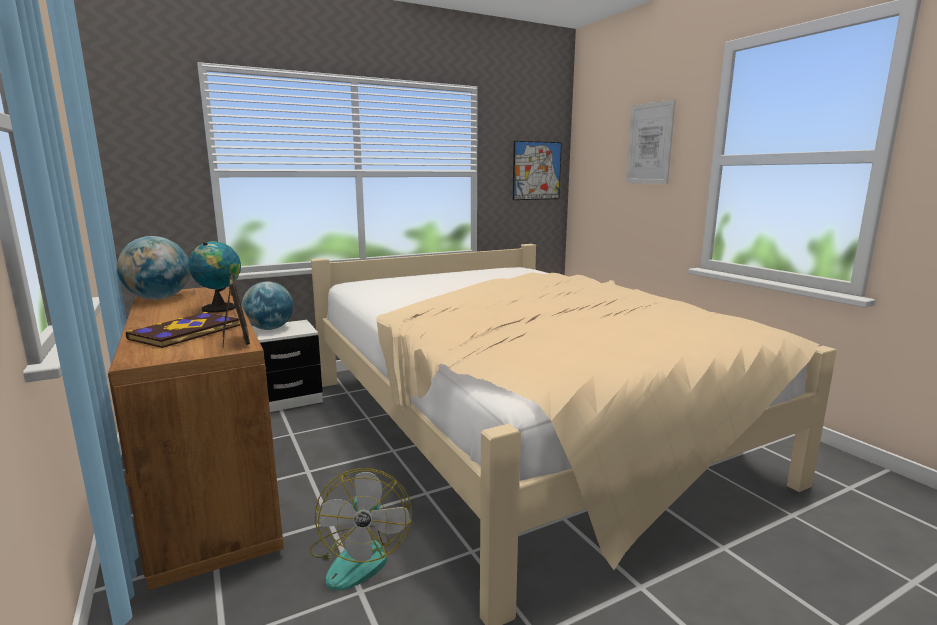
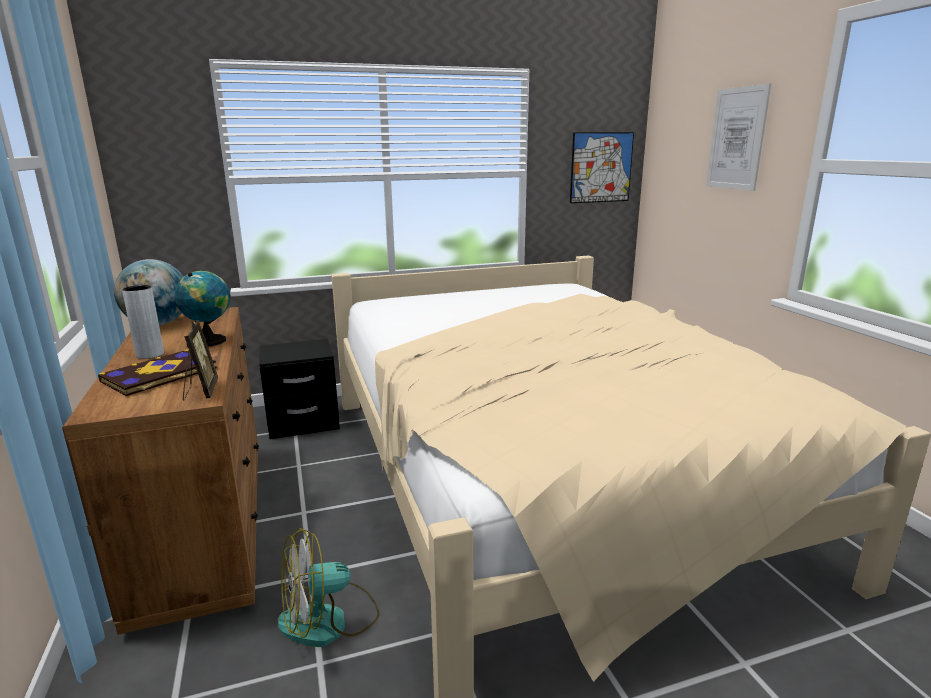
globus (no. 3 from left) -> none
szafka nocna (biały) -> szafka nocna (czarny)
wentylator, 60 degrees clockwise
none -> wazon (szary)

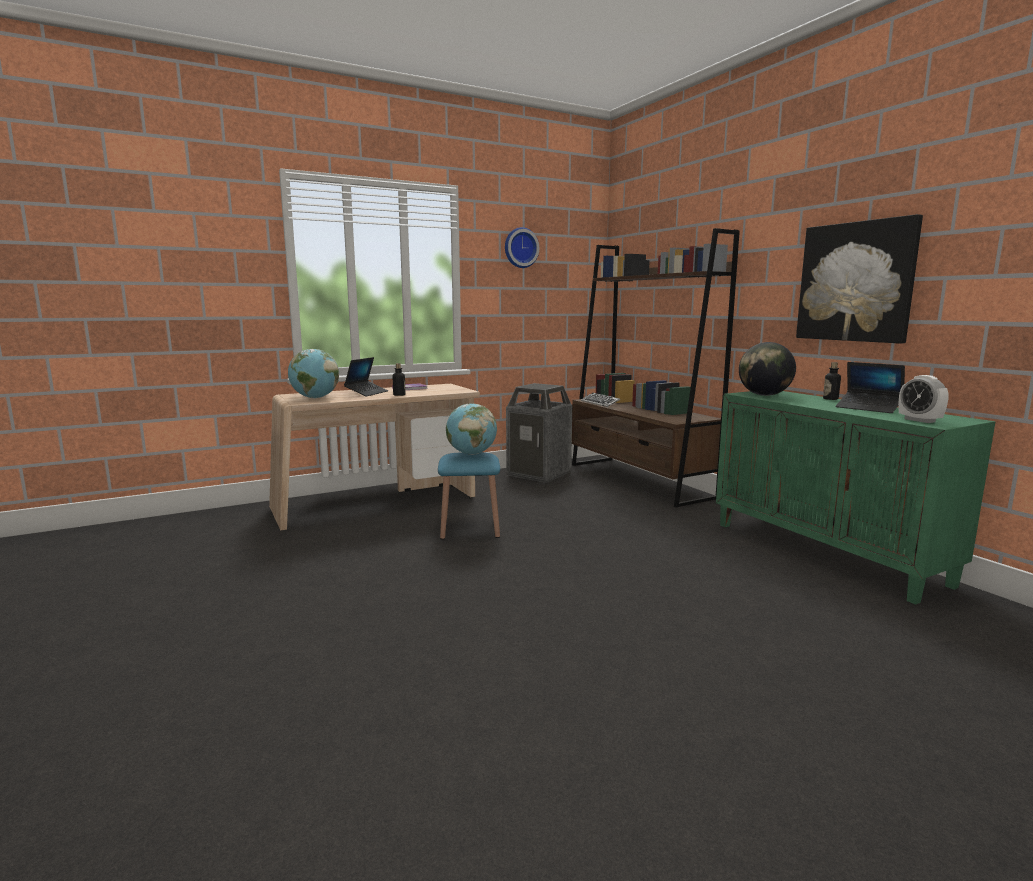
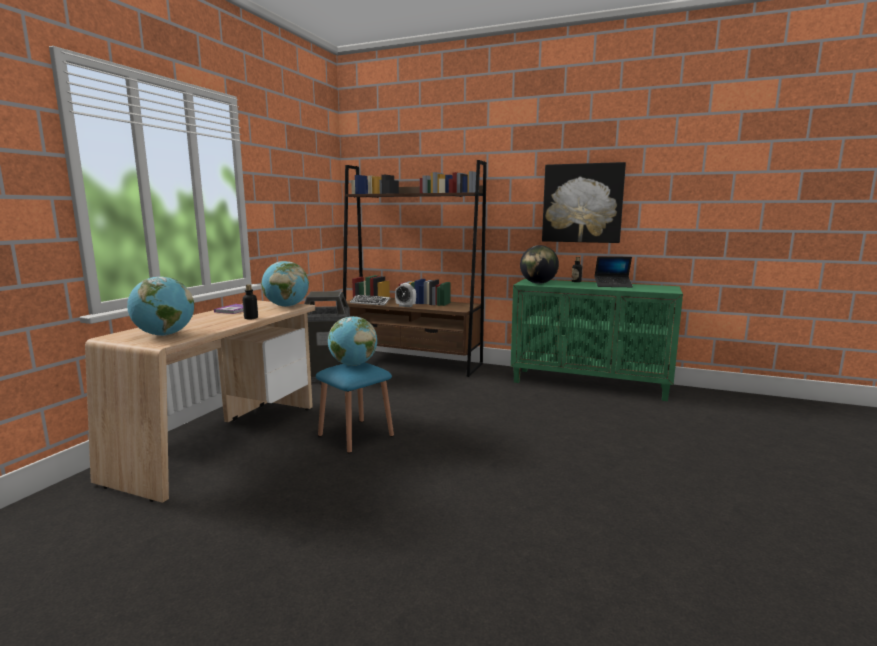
zegar ścienny -> none
laptop (no. 1 from left) -> none
budzik, relocated
none -> globus (no. 2 from left)

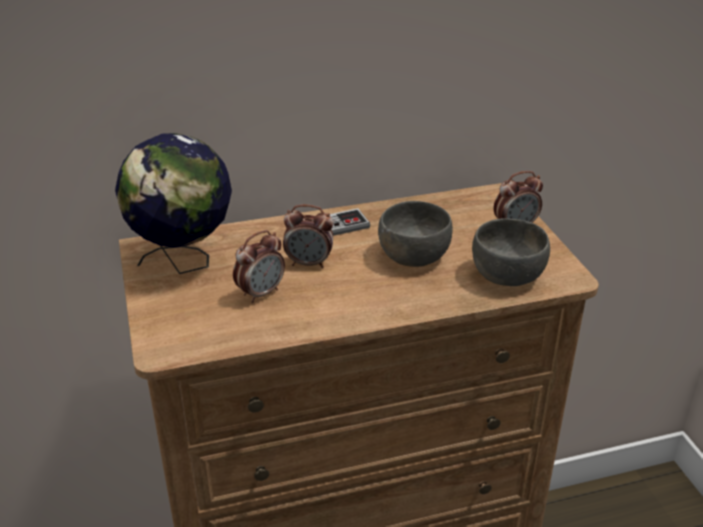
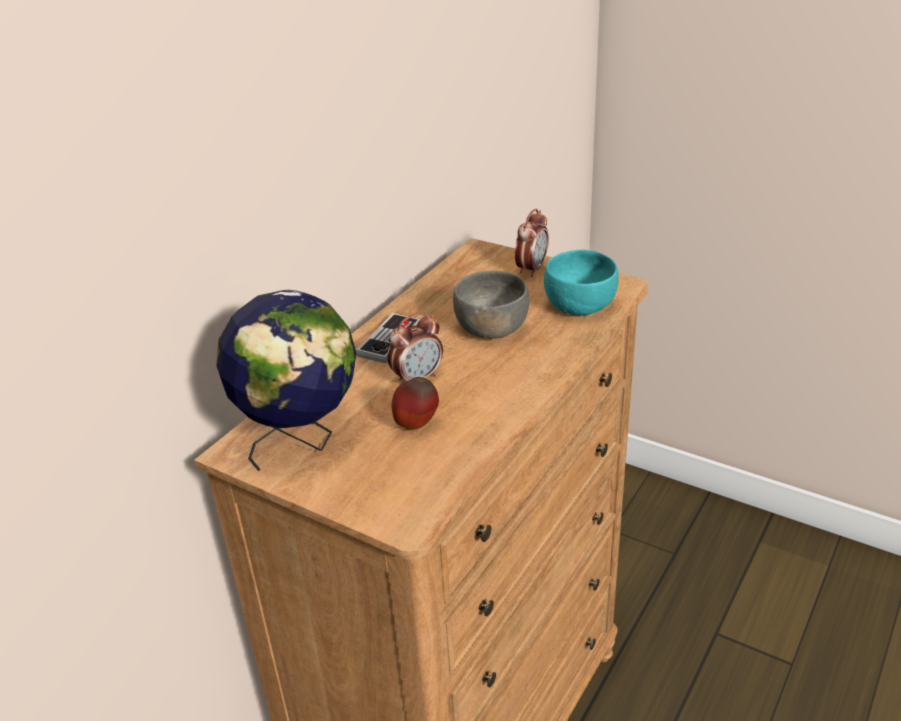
miska (szary) (no. 2 from left) -> miska (turkusowy)
budzik (no. 1 from left) -> jabłko

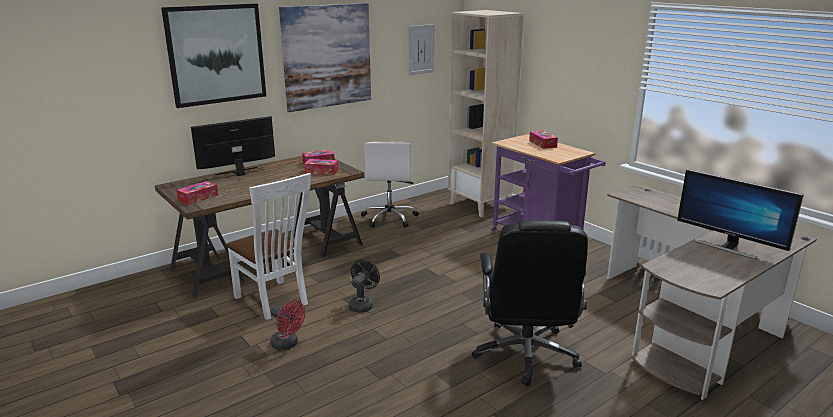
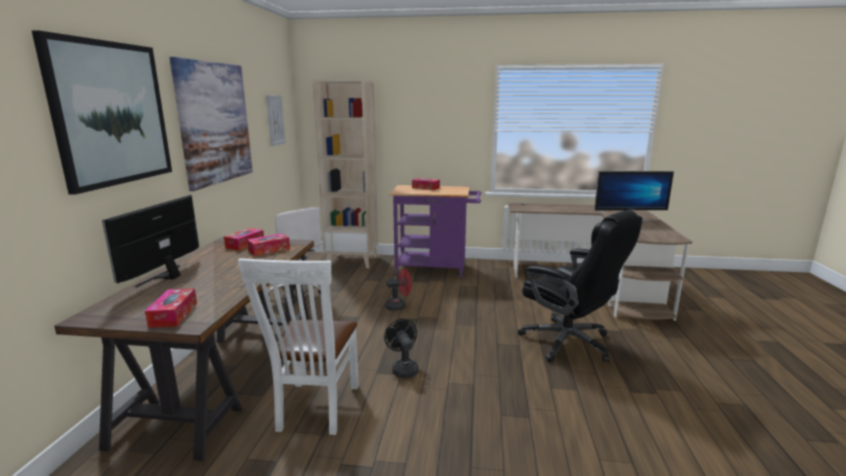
krzesło (biały), 90 degrees clockwise
wentylator (czerwony), relocated

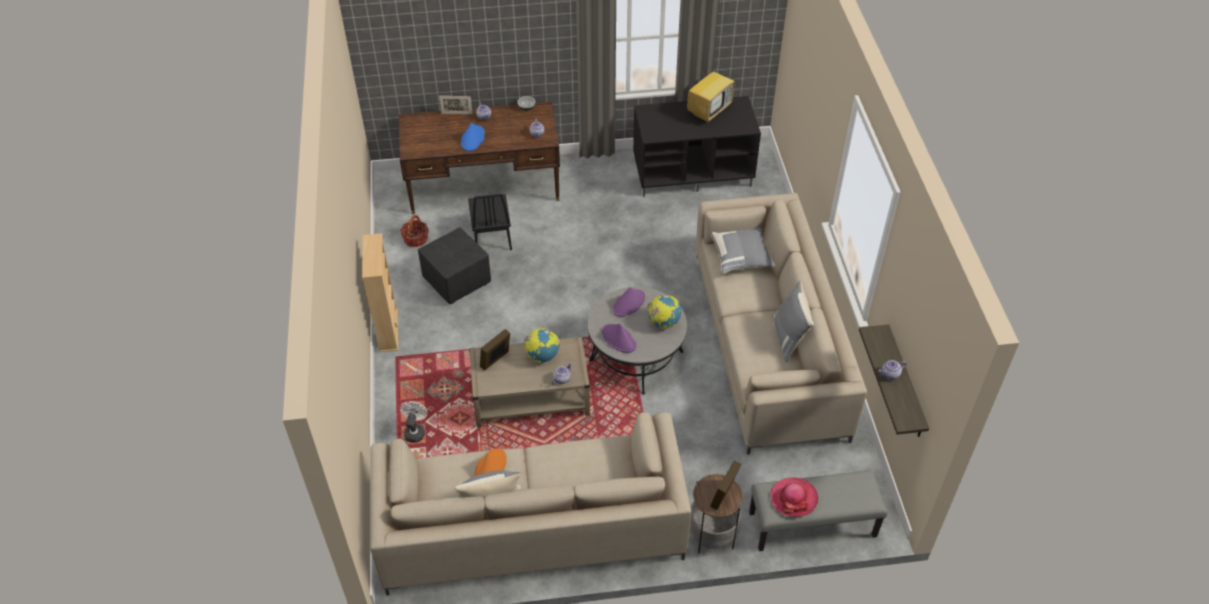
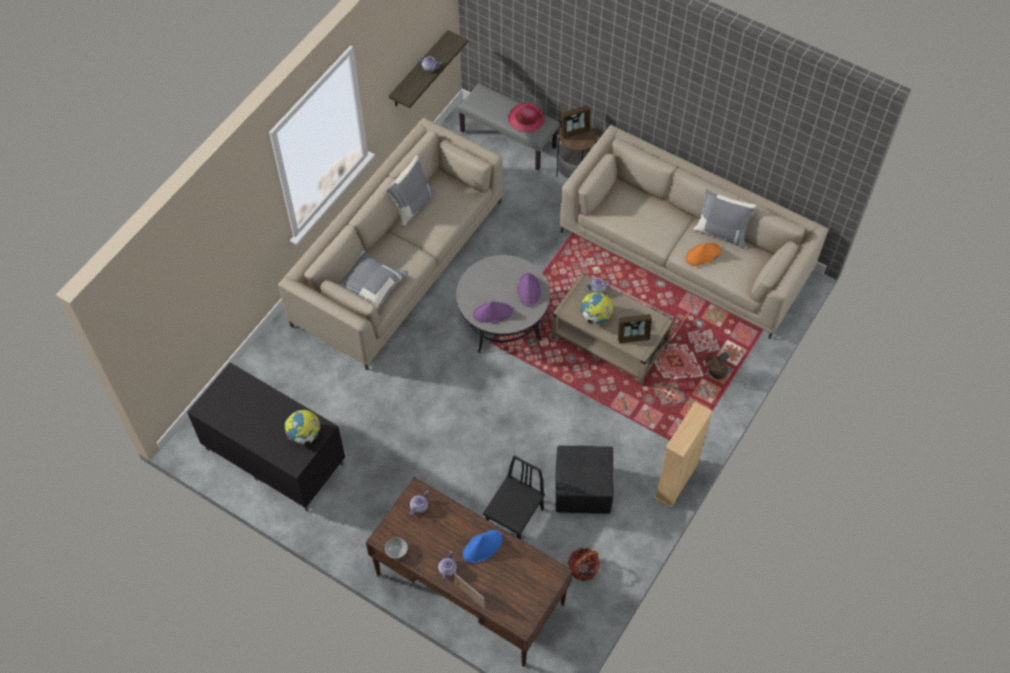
telewizor -> none
globus (no. 2 from left in the first image) -> globus (no. 1 from left), relocated
wentylator (biały) -> wentylator (brązowy)

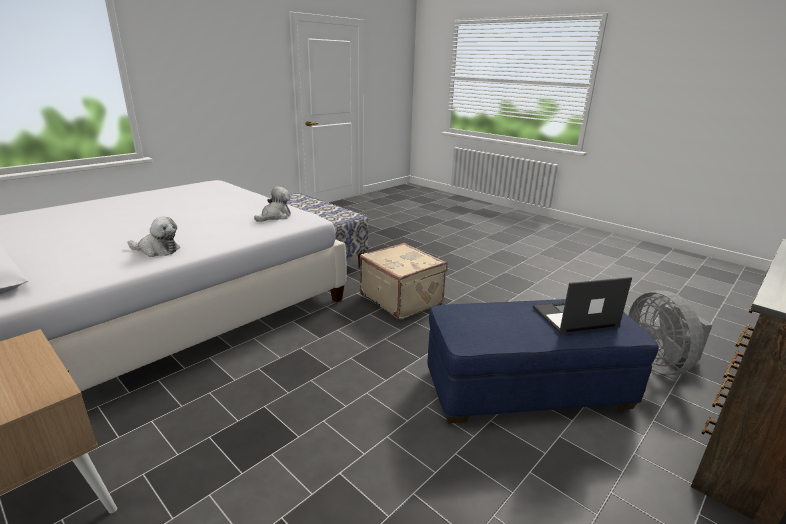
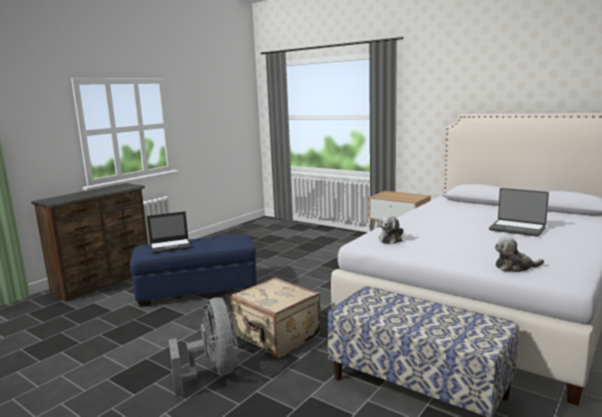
pluszak (no. 1 from left in the first image) -> pluszak (no. 2 from left), relocated
wentylator (szary), relocated
none -> laptop (no. 2 from left)

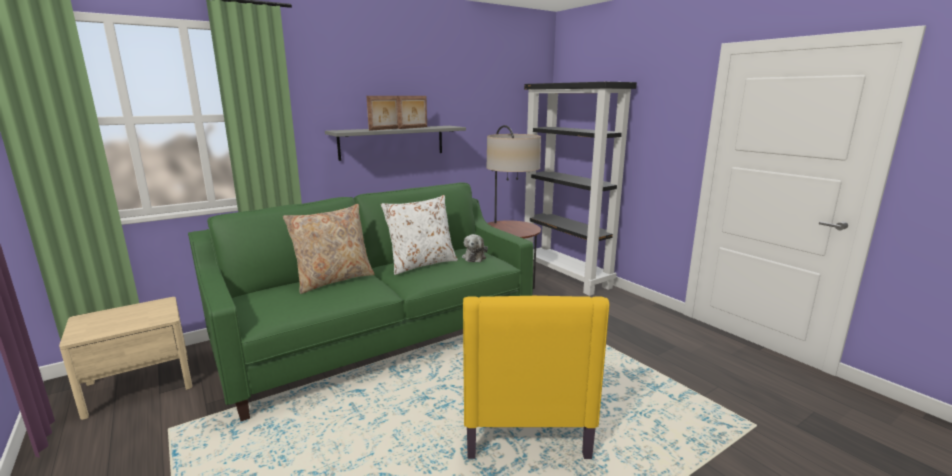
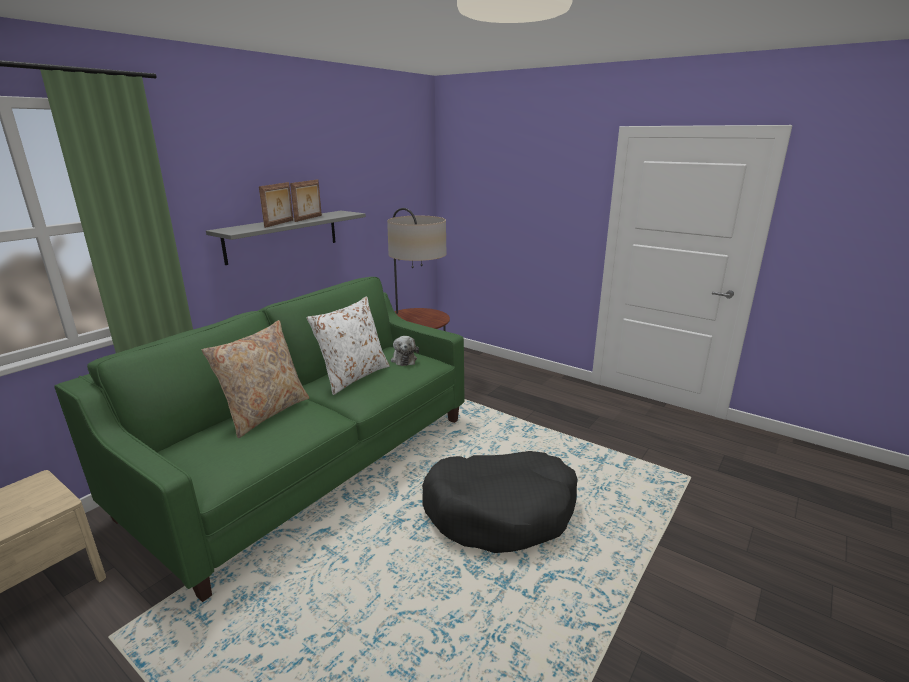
regał (czarny) -> none
fotel (żółty) -> legowisko (czarny)

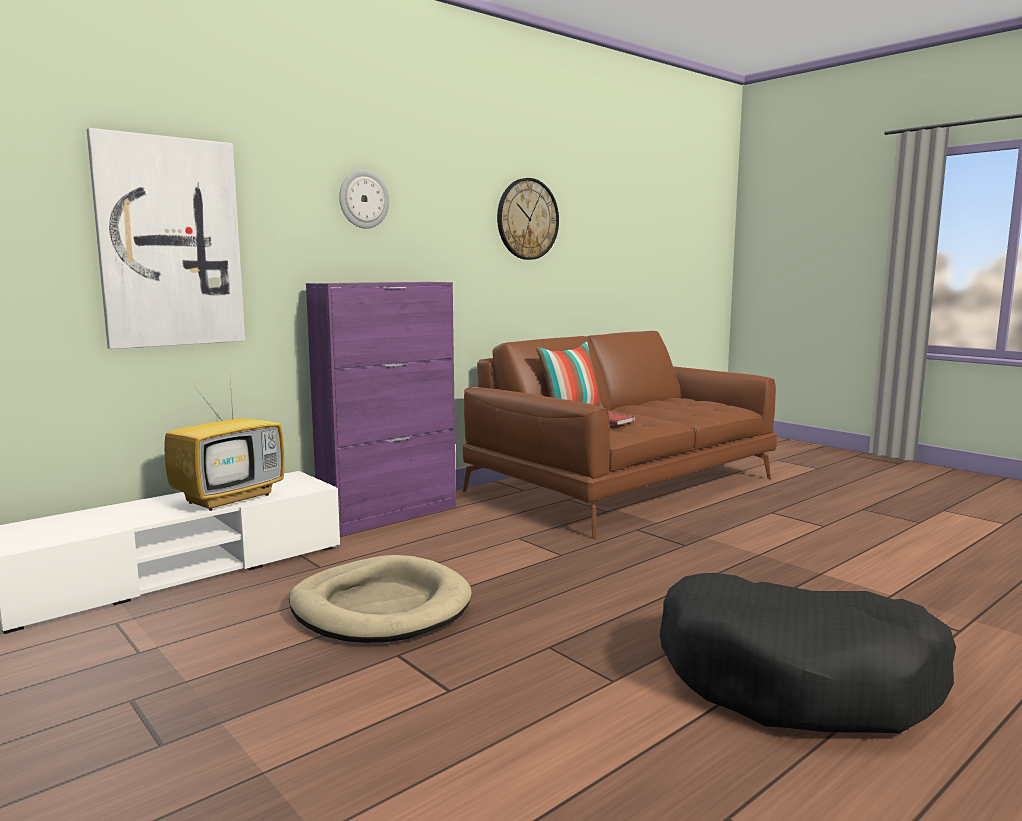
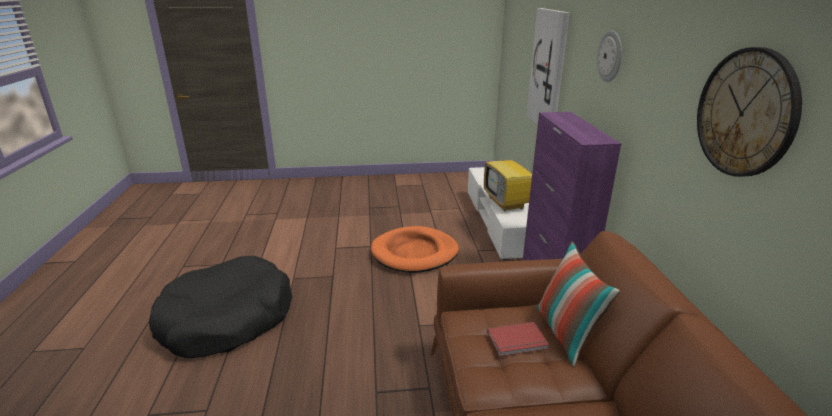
legowisko (beżowy) -> legowisko (pomarańczowy)

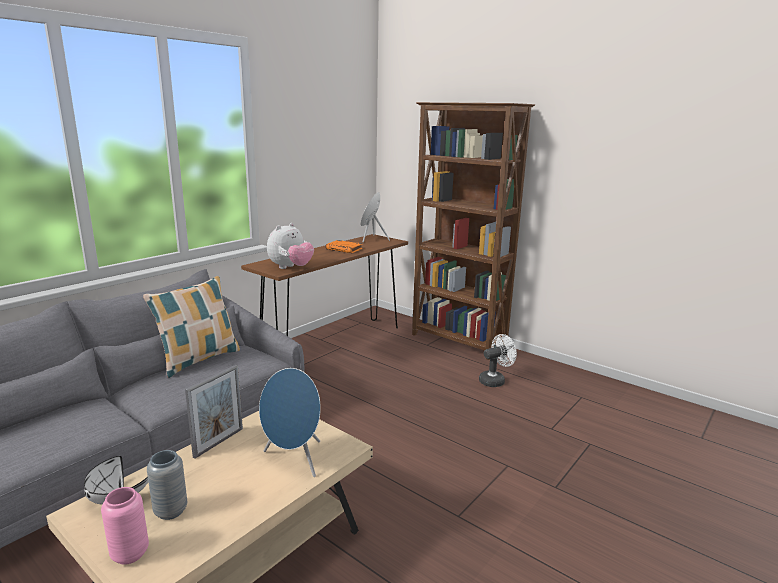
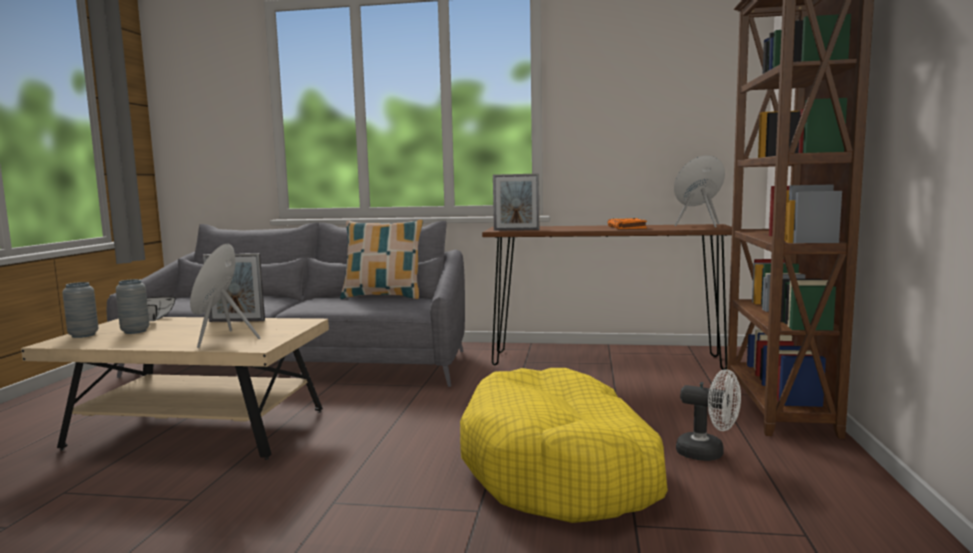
pluszak -> ramka na zdjęcie (no. 2 from left)
wazon (różowy) -> wazon (szary) (no. 1 from left)
none -> legowisko (żółty)

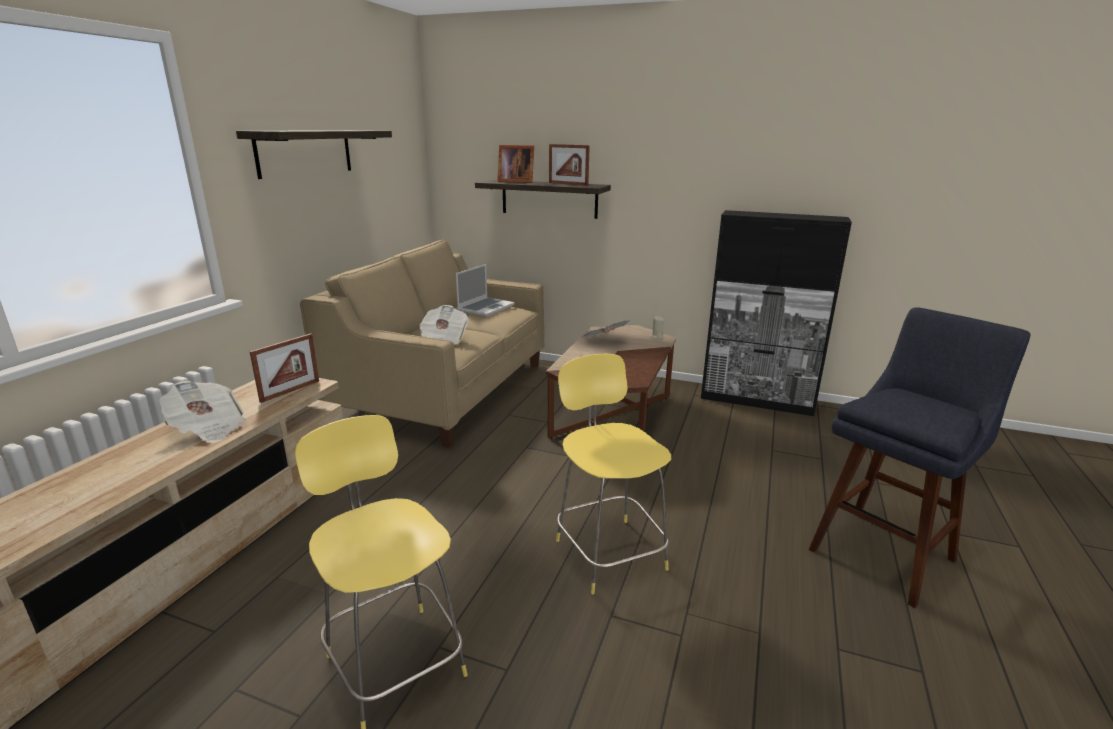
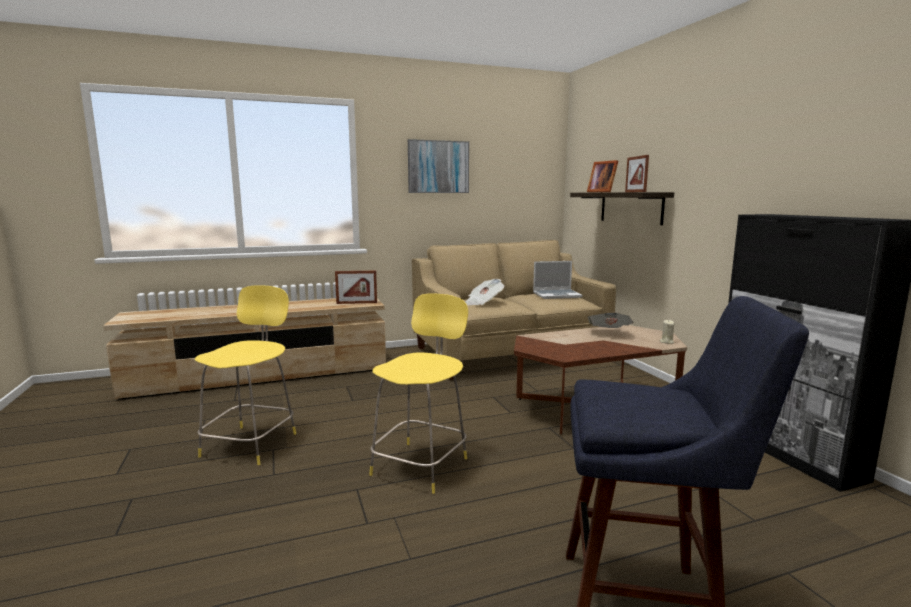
półka (no. 1 from left) -> obraz
gazeta (no. 1 from left) -> none

